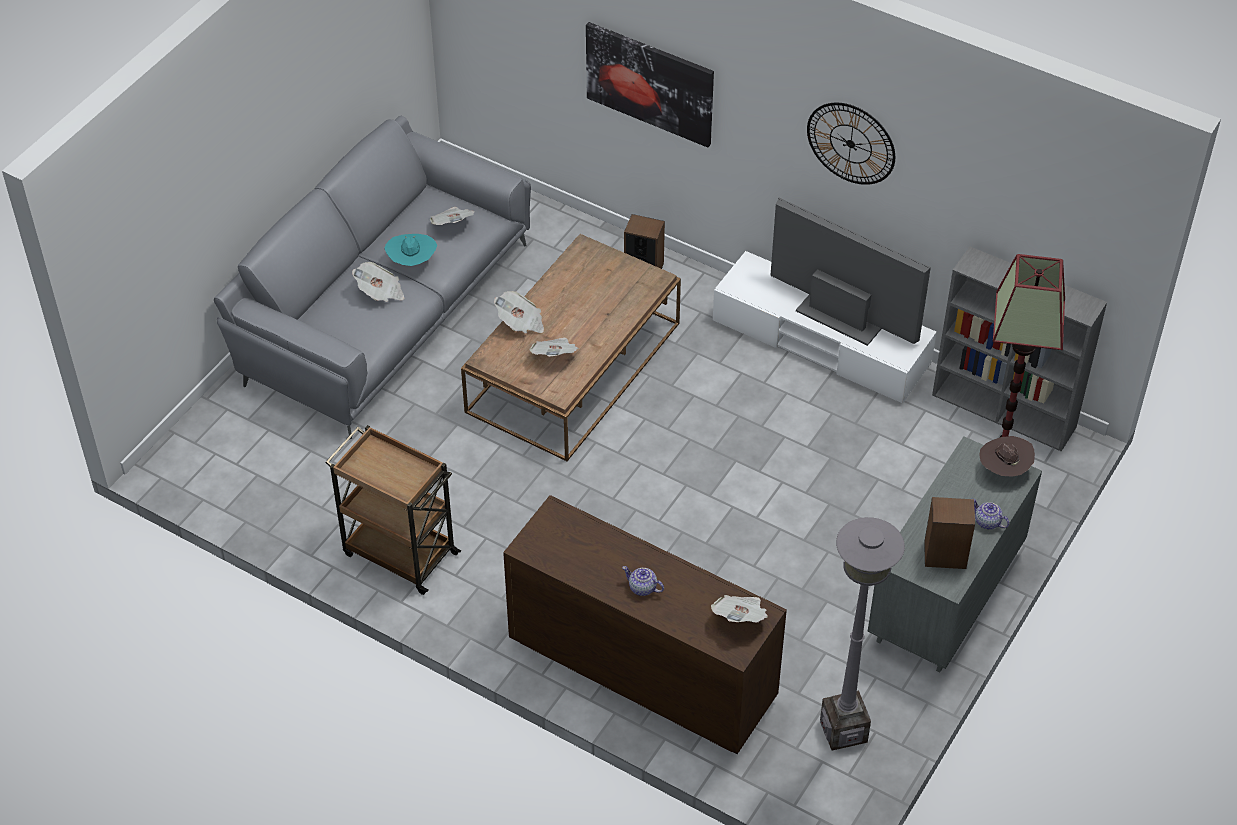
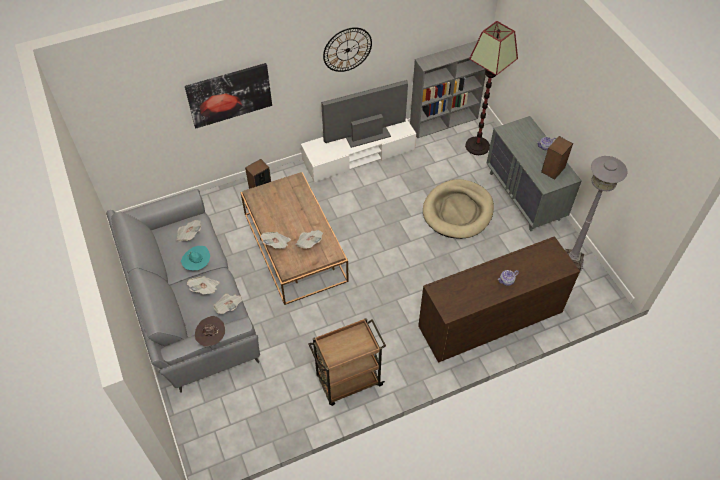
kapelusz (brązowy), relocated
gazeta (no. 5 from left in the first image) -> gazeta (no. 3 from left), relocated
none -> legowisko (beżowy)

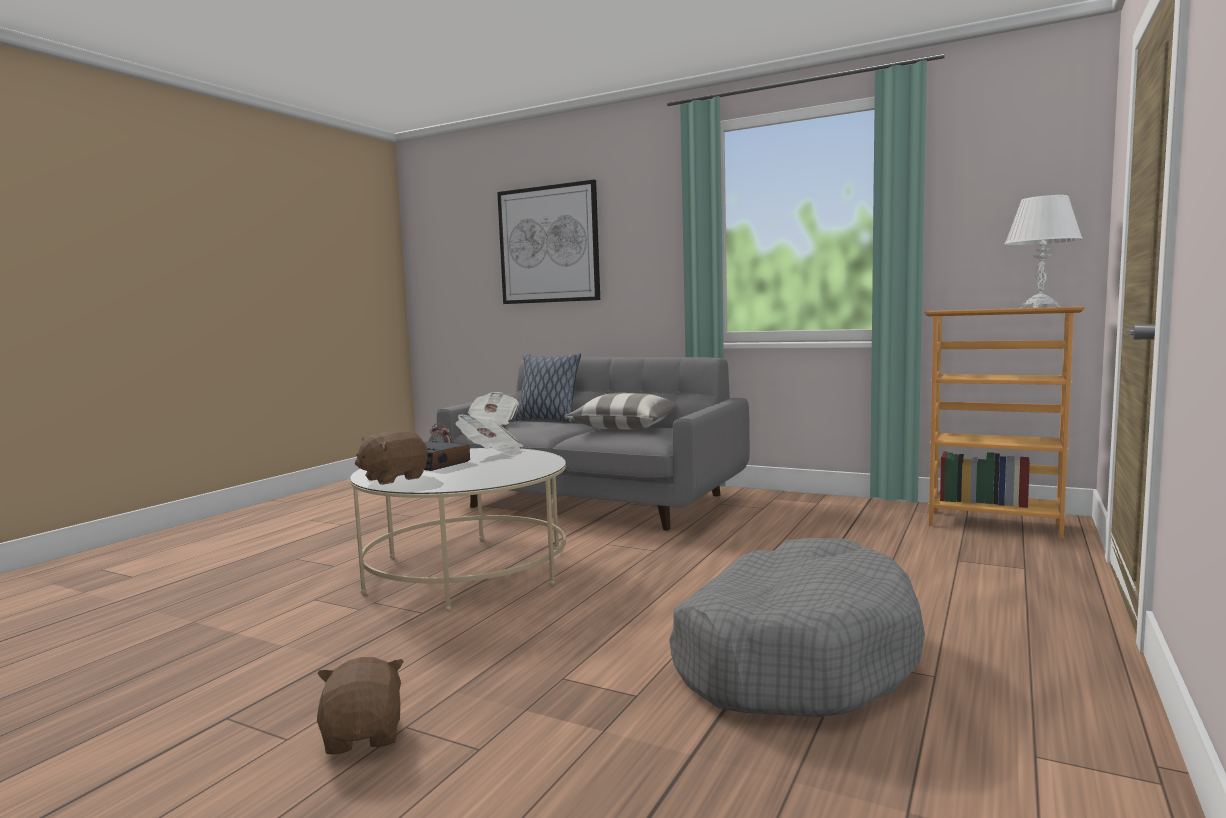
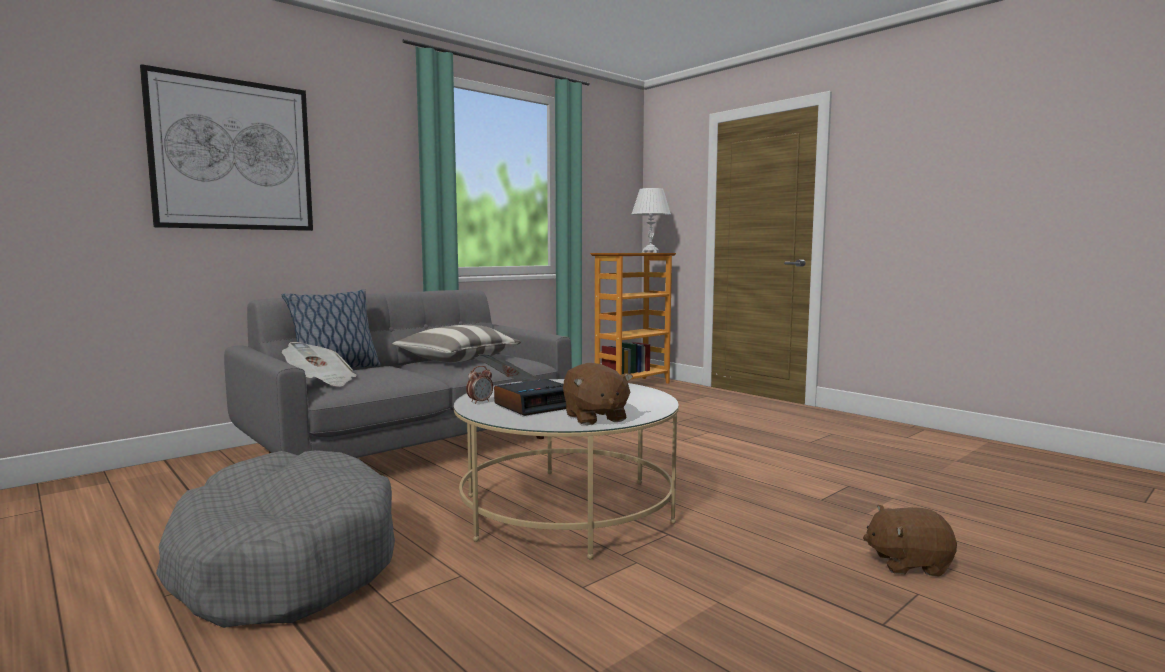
legowisko (szary), relocated

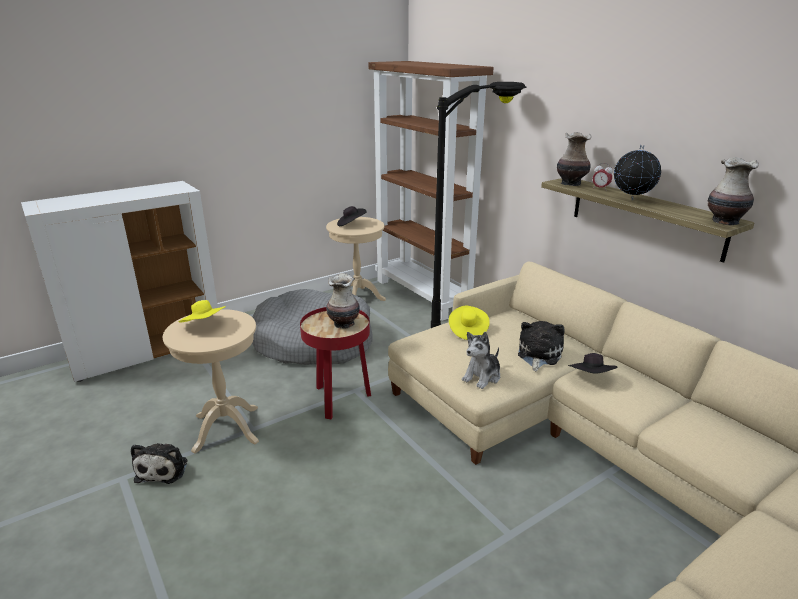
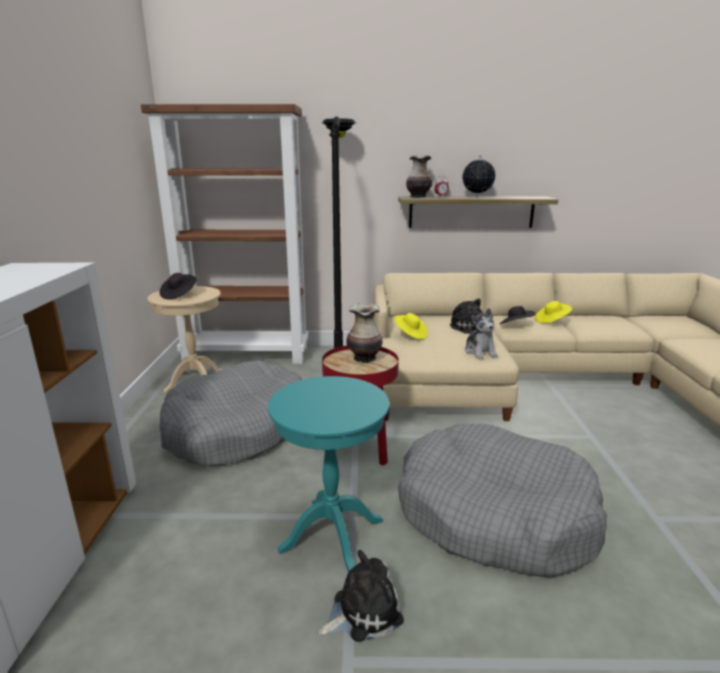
wazon (no. 3 from left) -> none
kapelusz (żółty) (no. 1 from left in the first image) -> kapelusz (żółty) (no. 2 from left), relocated
stolik (beżowy) (no. 1 from left) -> stolik (turkusowy)
pluszak (no. 1 from left), 60 degrees counterclockwise
none -> legowisko (szary) (no. 2 from left)

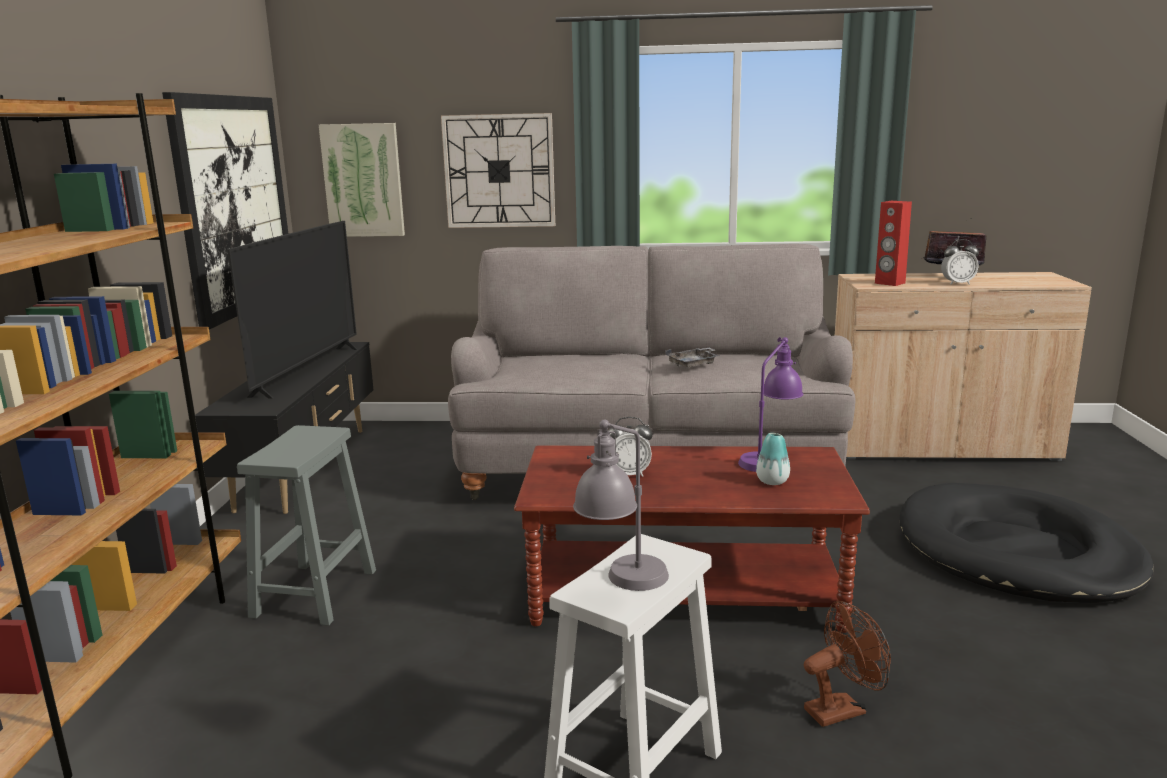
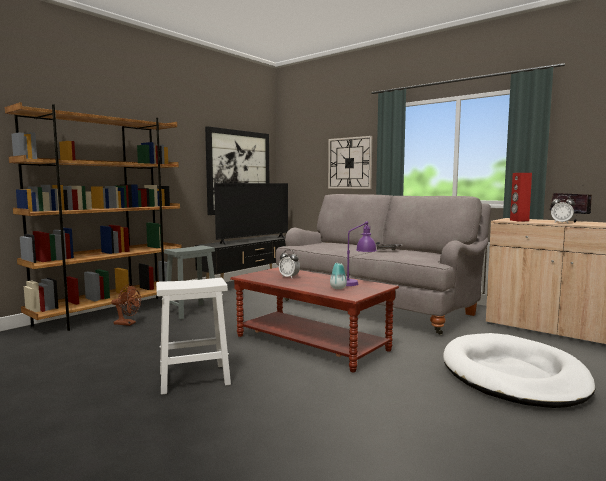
obraz (no. 2 from left) -> none
lampa stołowa (szary) -> none
legowisko (czarny) -> legowisko (biały)
wentylator (brązowy), relocated

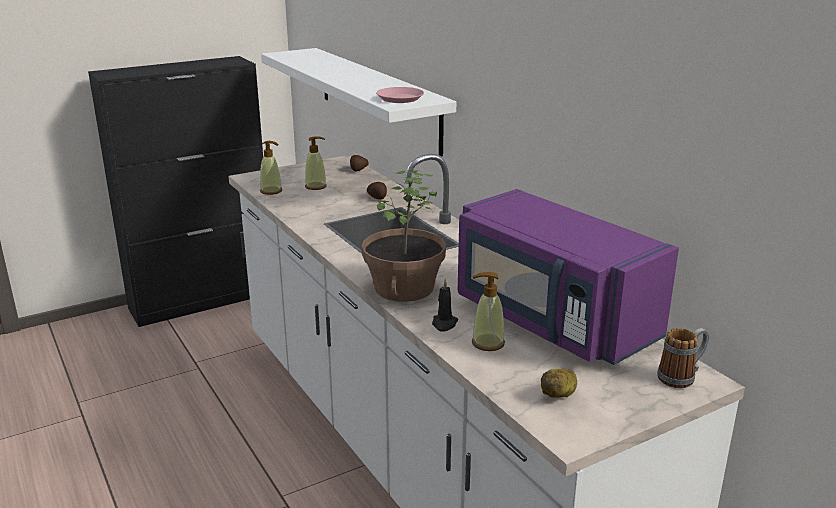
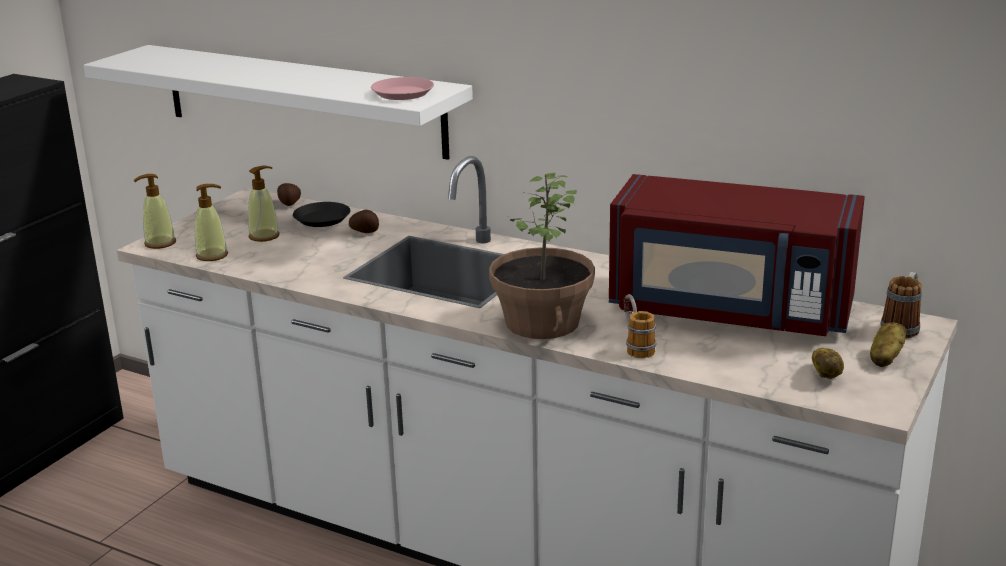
mikrofalówka (fioletowy) -> mikrofalówka (czerwony)
dozownik mydła (no. 3 from left in the first image) -> dozownik mydła (no. 1 from left), relocated
świeca (czarny) -> kubek (no. 1 from left)
none -> talerz (czarny)
none -> ziemniak (no. 4 from left)

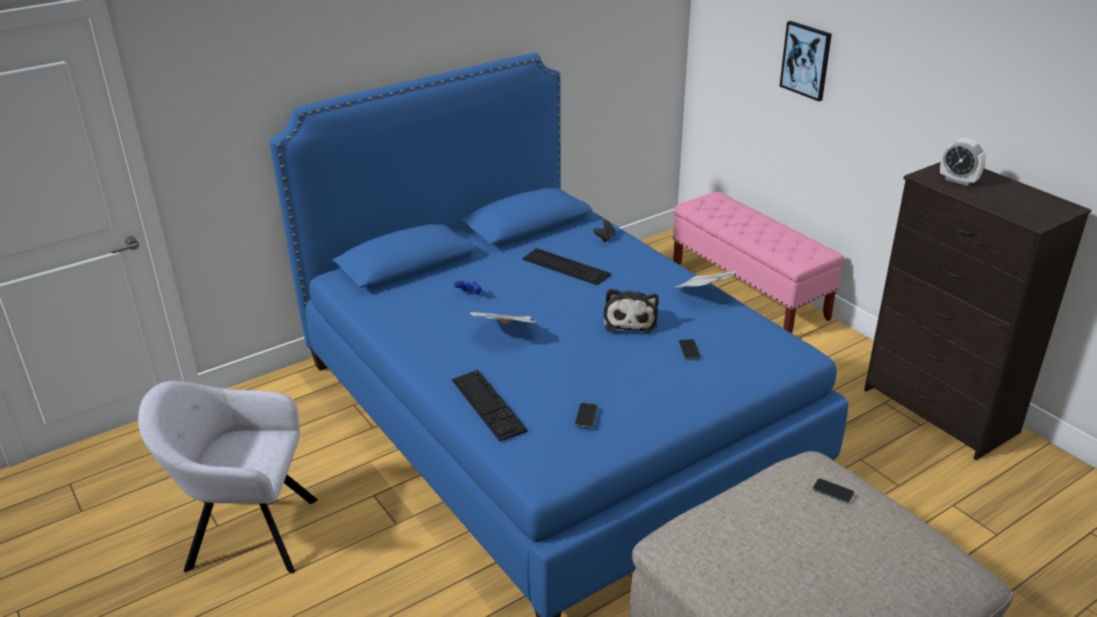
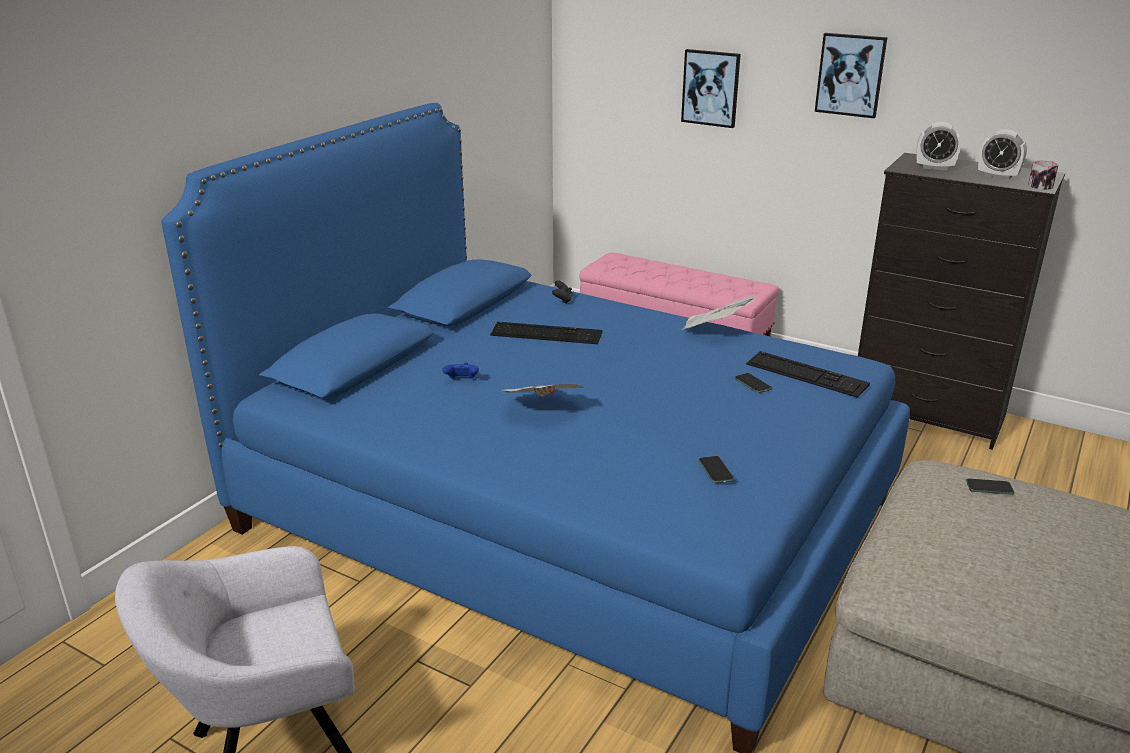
pluszak -> none
klawiatura (no. 1 from left in the first image) -> klawiatura (no. 2 from left), relocated
none -> obraz (no. 2 from left)
none -> budzik (no. 2 from left)
none -> kubek

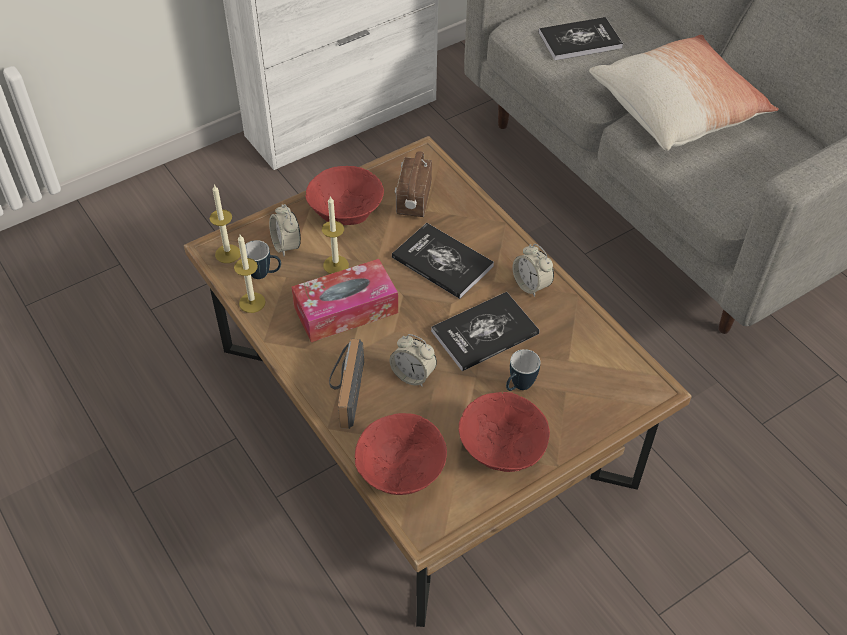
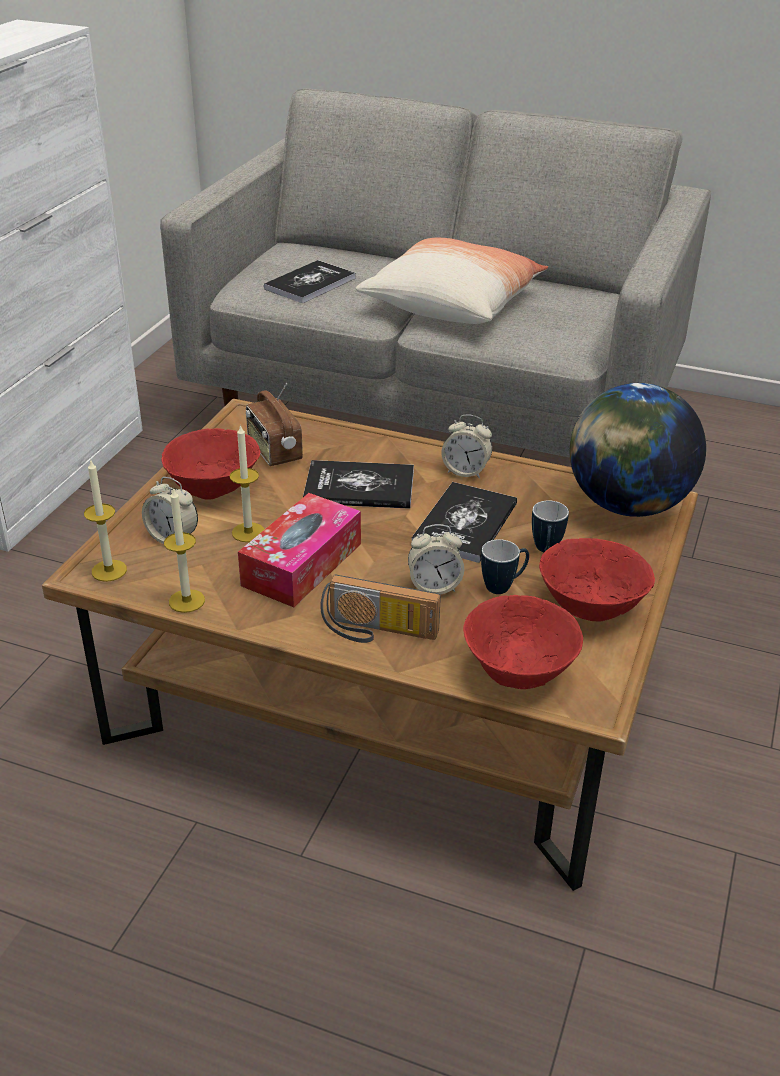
kubek (no. 1 from left), relocated
radio (no. 1 from left in the first image) -> radio (no. 2 from left), 45 degrees counterclockwise
none -> globus

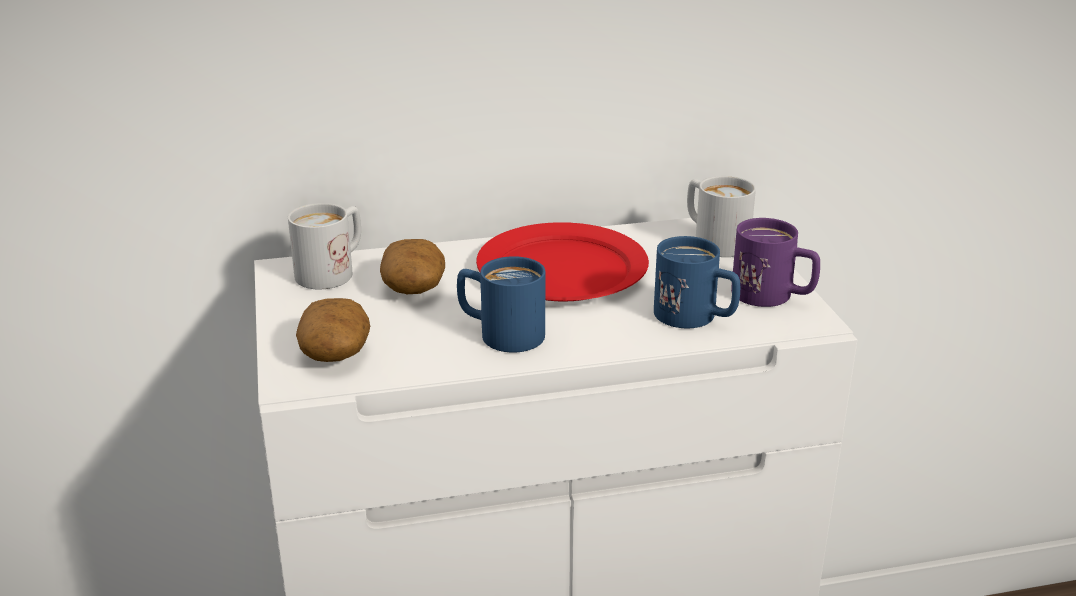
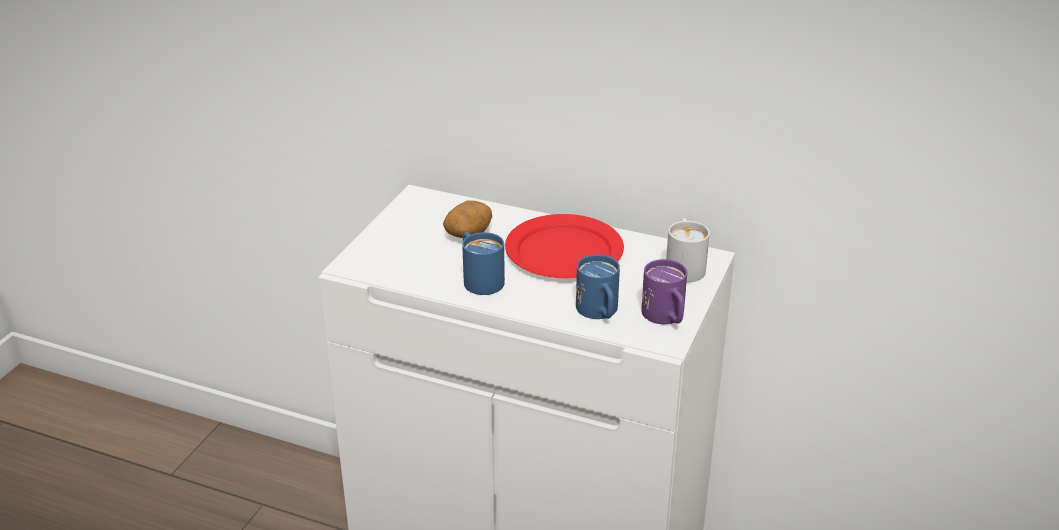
kubek (biały) (no. 1 from left) -> none
ziemniak (no. 1 from left) -> none

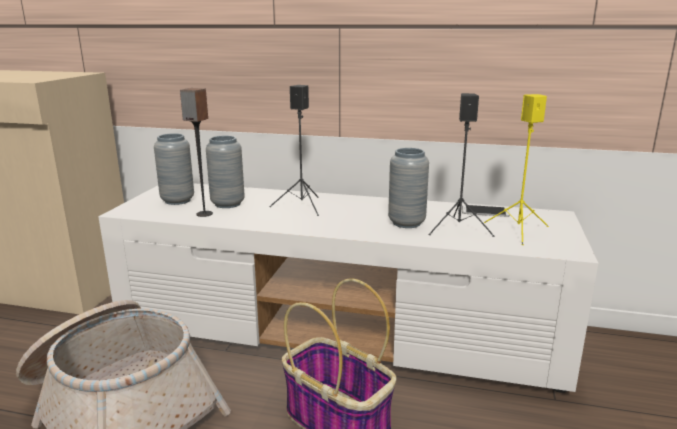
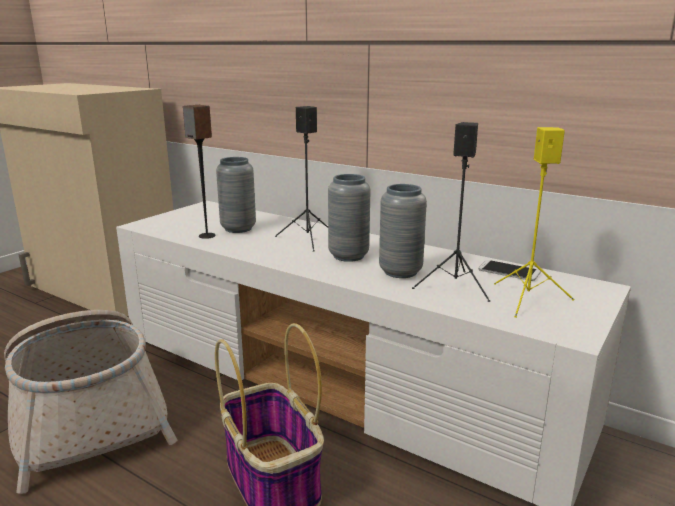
wazon (szary) (no. 1 from left in the first image) -> wazon (szary) (no. 2 from left), relocated

